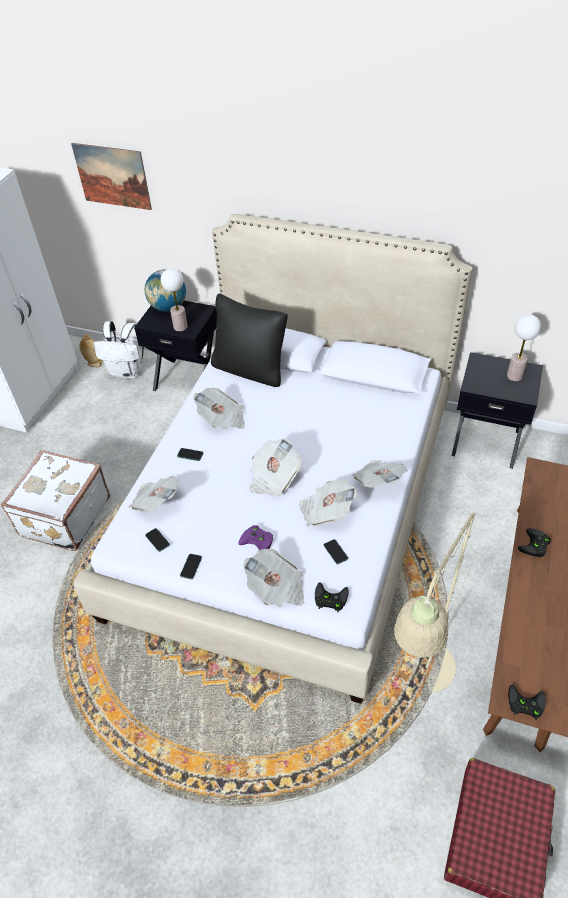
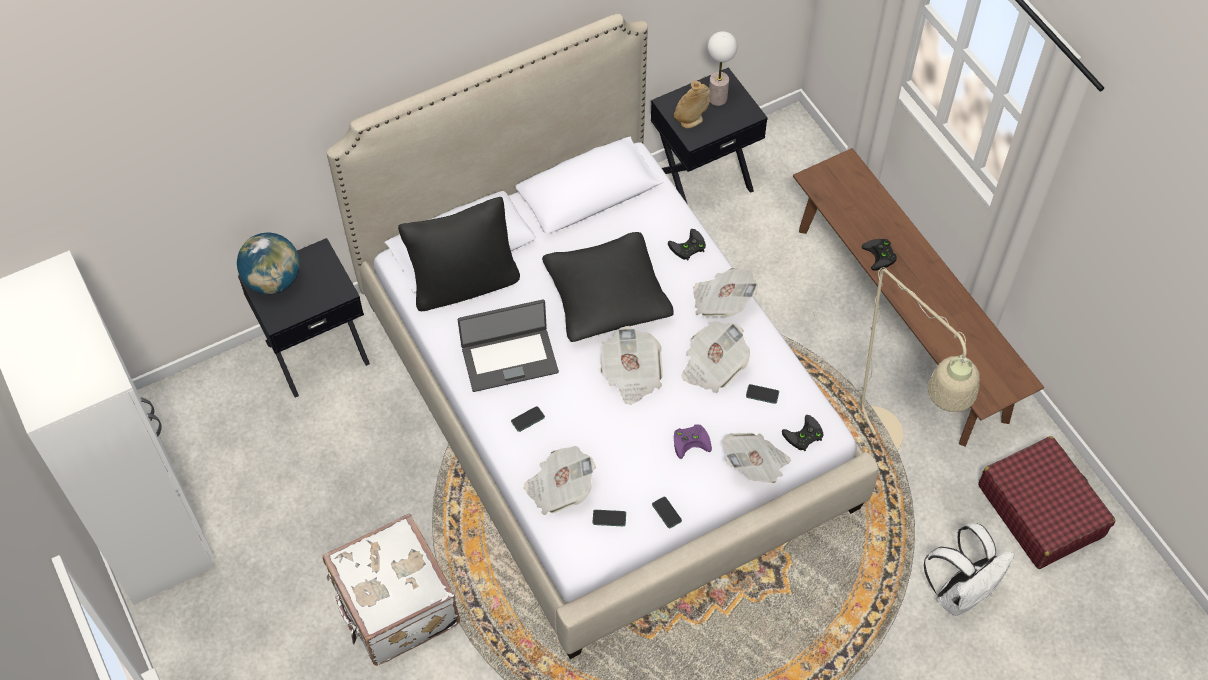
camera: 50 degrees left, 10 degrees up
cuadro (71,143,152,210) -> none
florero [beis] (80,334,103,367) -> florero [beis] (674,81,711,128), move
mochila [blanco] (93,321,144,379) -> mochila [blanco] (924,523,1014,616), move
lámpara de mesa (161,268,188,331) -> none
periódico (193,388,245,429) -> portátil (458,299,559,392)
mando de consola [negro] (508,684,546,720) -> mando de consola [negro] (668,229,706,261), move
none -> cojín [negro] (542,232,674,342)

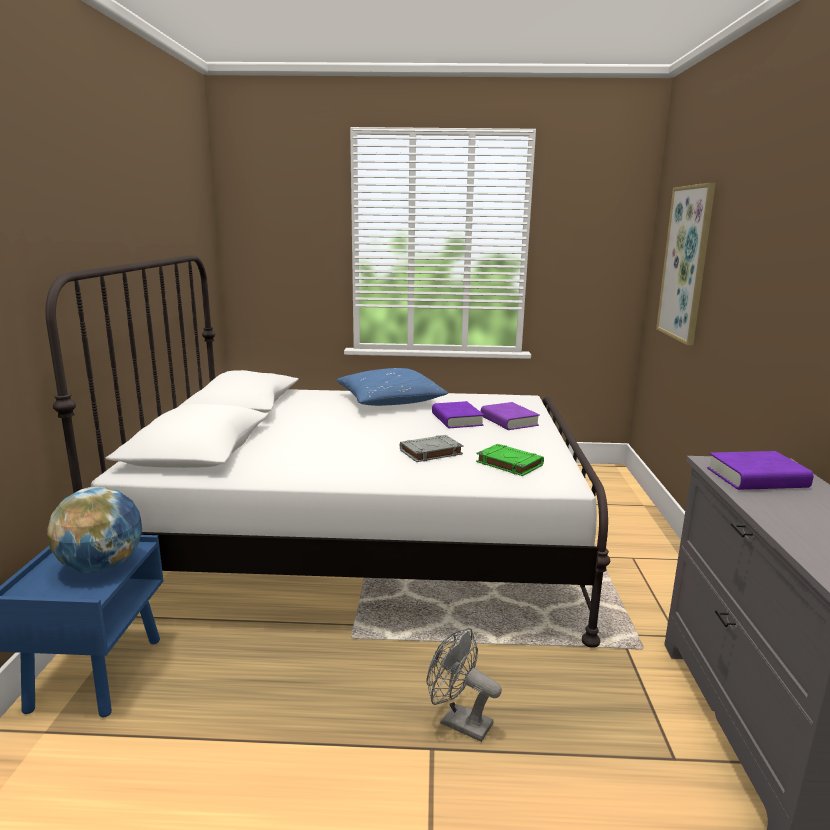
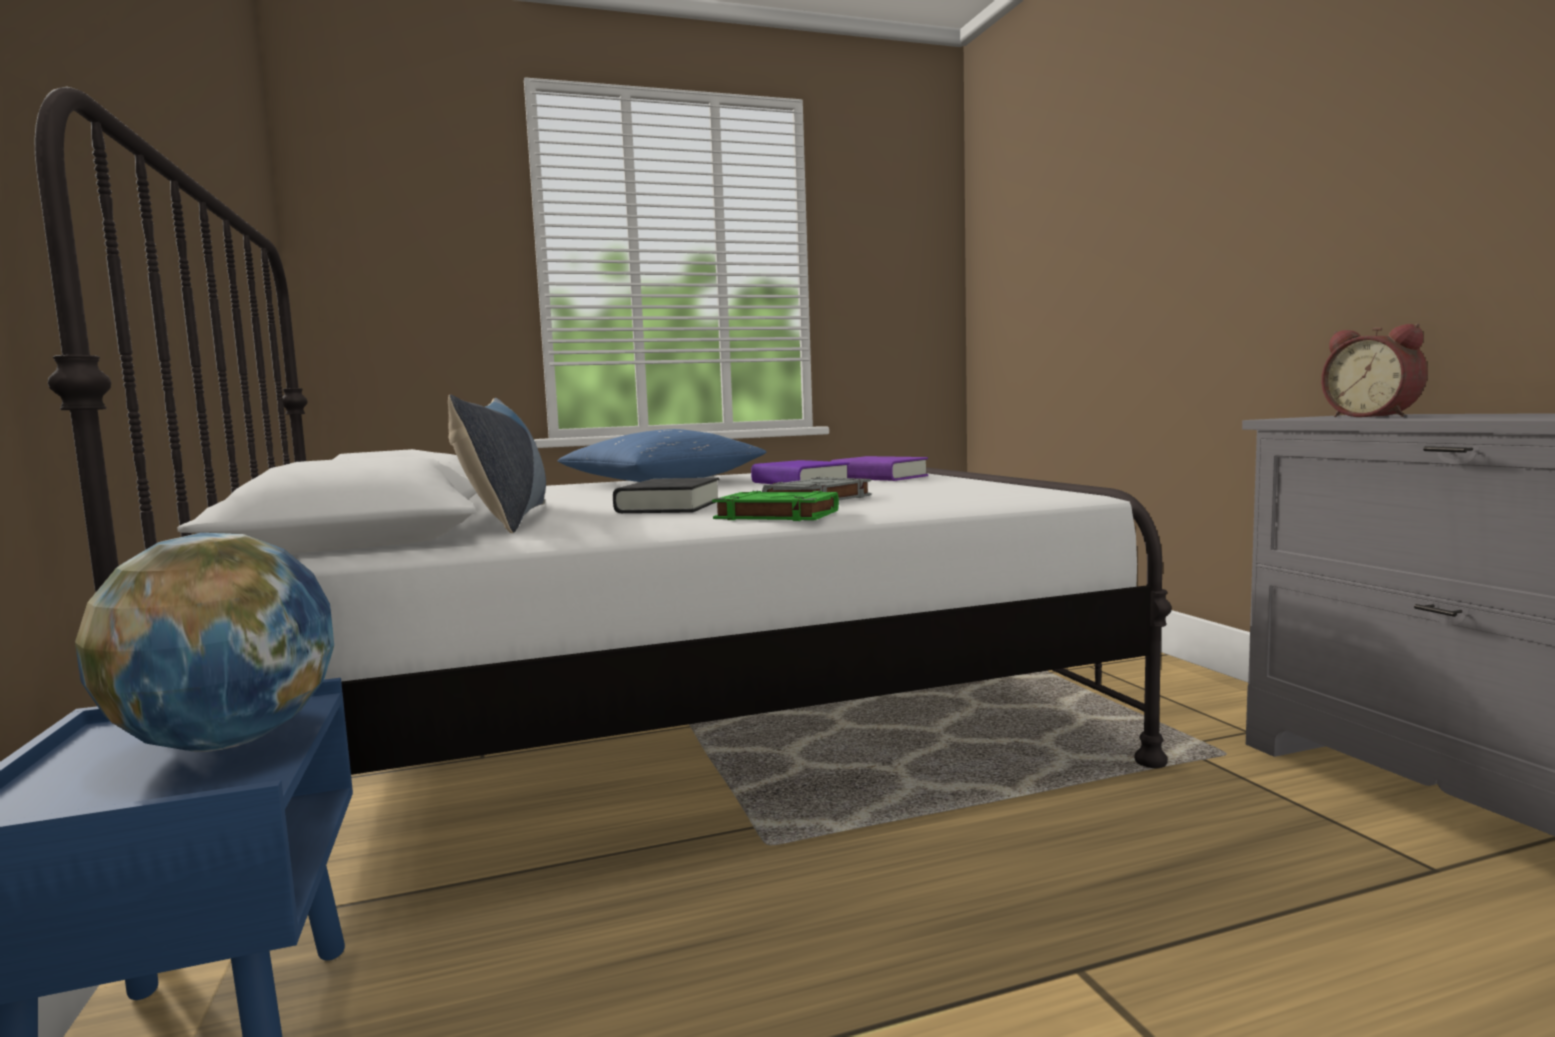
camera: 20 degrees left, 10 degrees down
ventilador [gris] (426,628,502,742) -> none
libro [verde] (476,444,544,476) -> libro [verde] (712,490,839,521), move
cuadro (656,183,716,346) -> none
libro [morado] (707,451,813,490) -> despertador (1321,323,1428,417)
none -> cojín (448,394,546,533)
none -> libro [negro] (613,477,719,513)

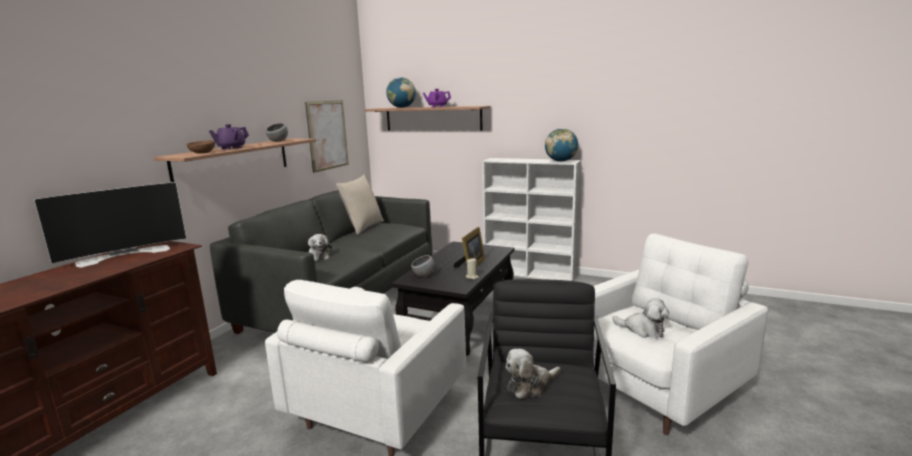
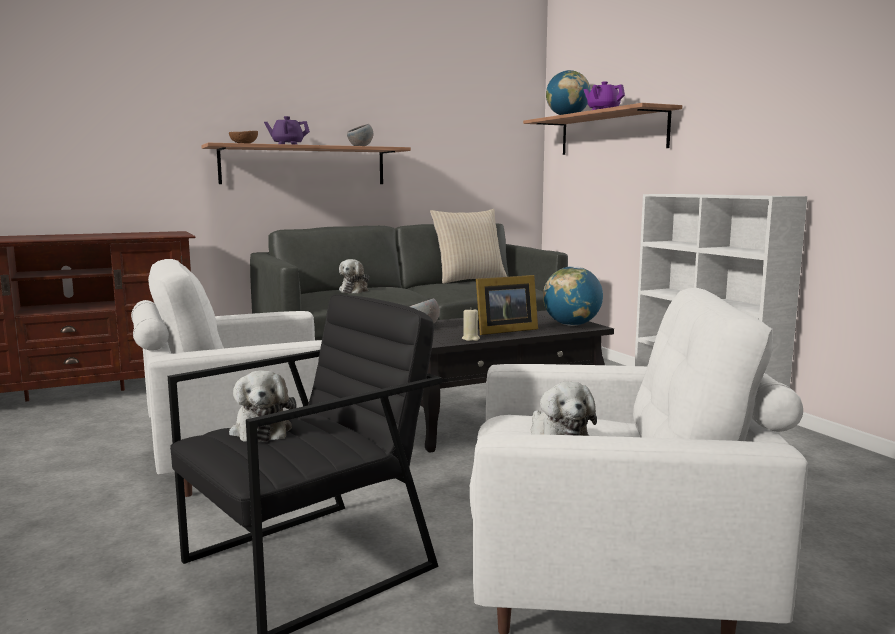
camera: 40 degrees right, 5 degrees down
televisor (34,182,187,268) -> none
cuadro (305,100,349,173) -> none
peluche (506,349,561,399) -> peluche (229,370,296,442), 120 degrees counterclockwise
globo terráqueo (545,128,578,162) -> globo terráqueo (543,266,603,326), move

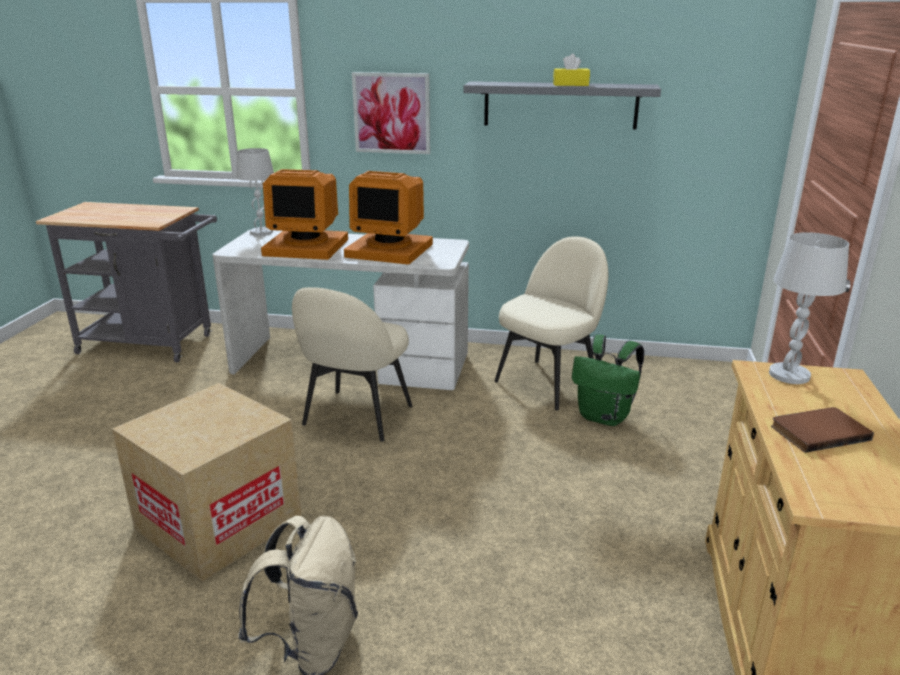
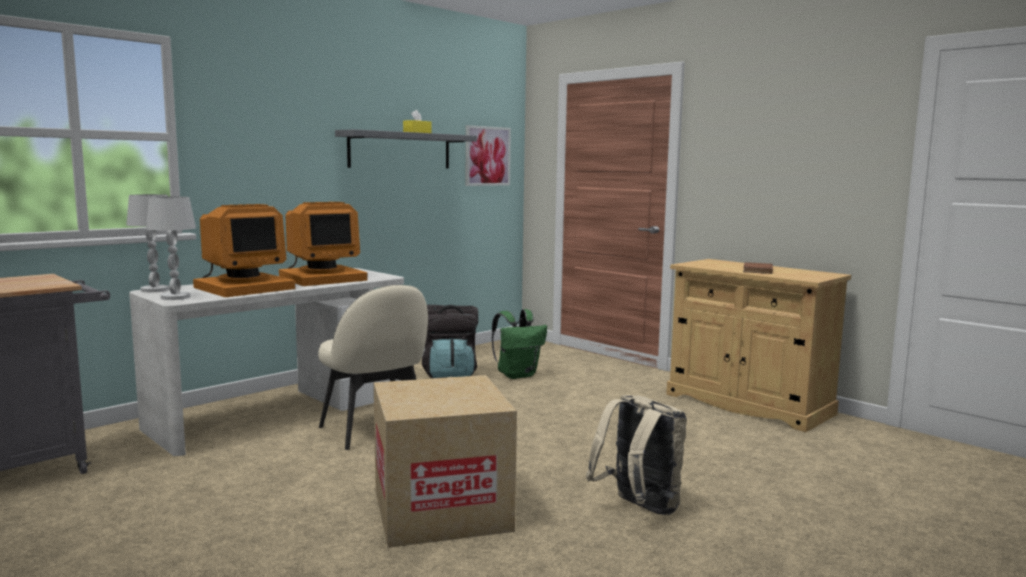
camera: 55 degrees left, 15 degrees down
cuadro (352,72,430,154) -> cuadro (466,125,511,186), move
silla [beis] (494,237,608,410) -> mochila [negro] (422,305,478,378)
lámpara de mesa [blanco] (769,232,849,384) -> lámpara de mesa [blanco] (146,197,196,300), move

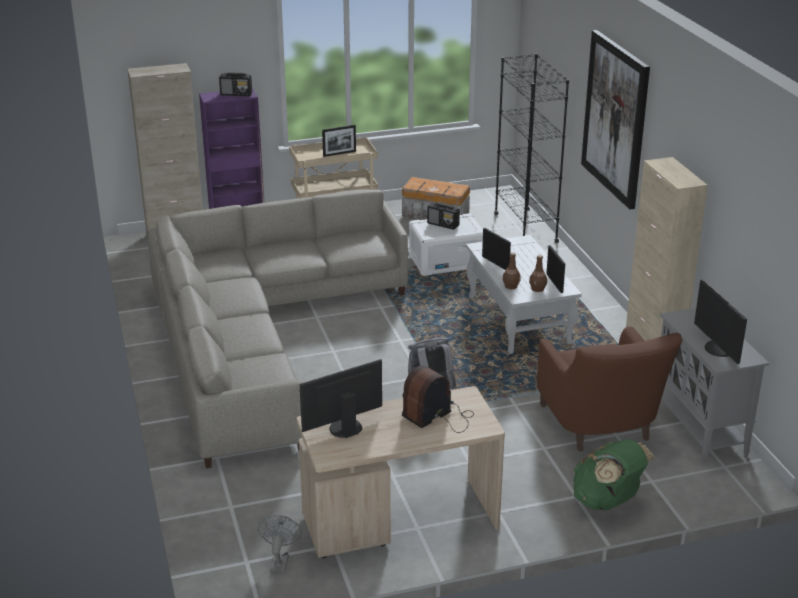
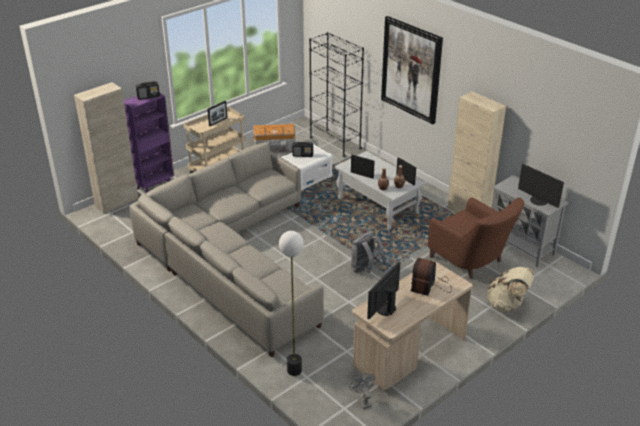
camera: 25 degrees left, 5 degrees up
mochila [verde] (574,439,655,510) -> mochila [beis] (487,267,534,312)
none -> lámpara de pie (279,231,304,376)

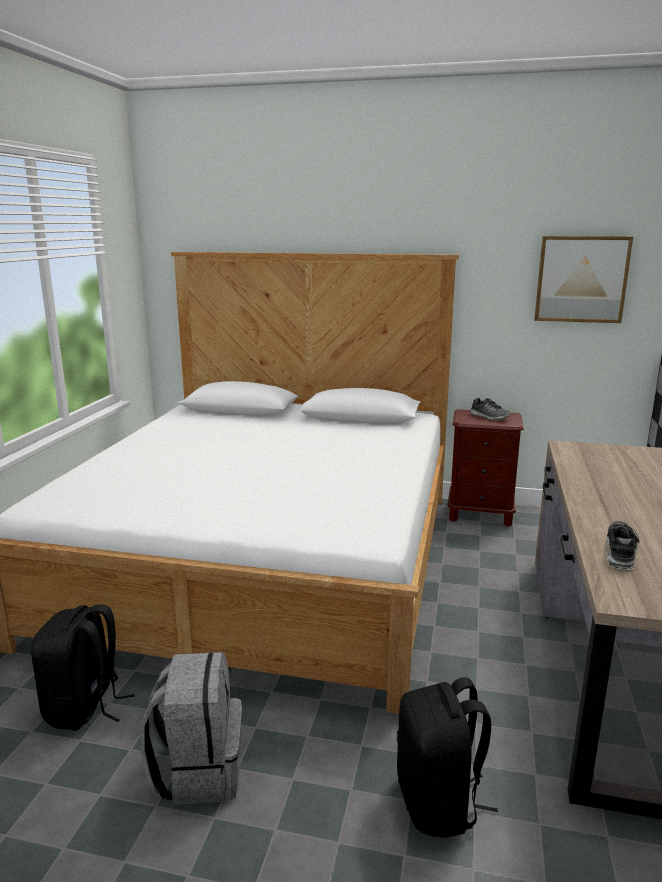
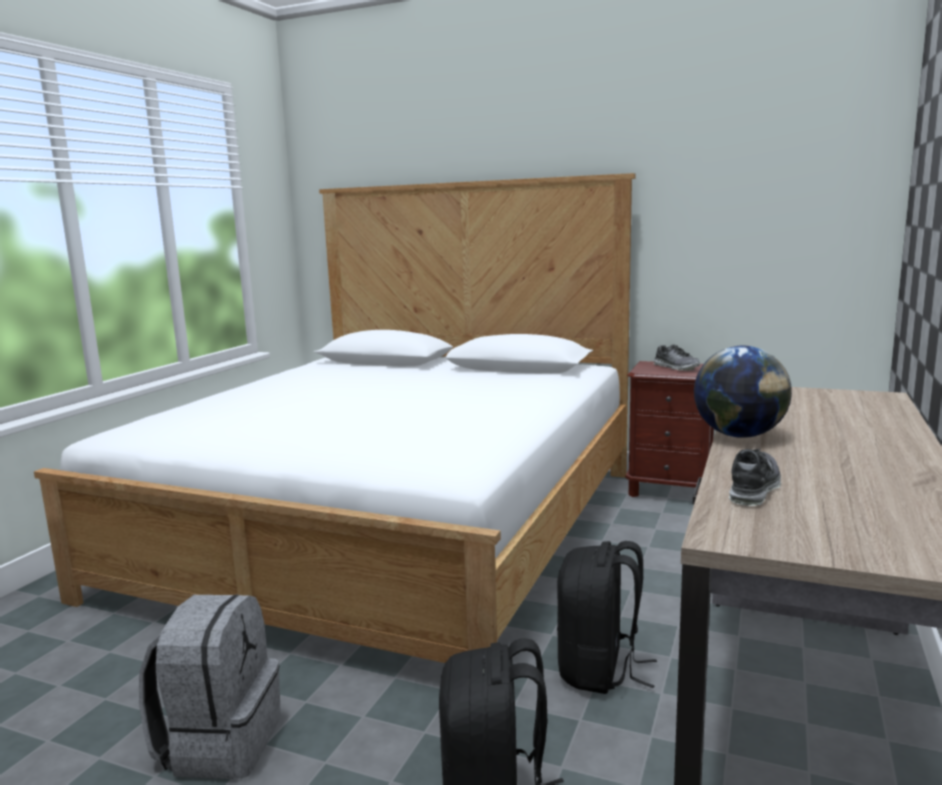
camera: 10 degrees right, 5 degrees down
mochila [negro] (31,604,135,731) -> mochila [negro] (557,541,657,694), move
cuadro (534,236,633,323) -> none
none -> globo terráqueo (694,346,792,438)

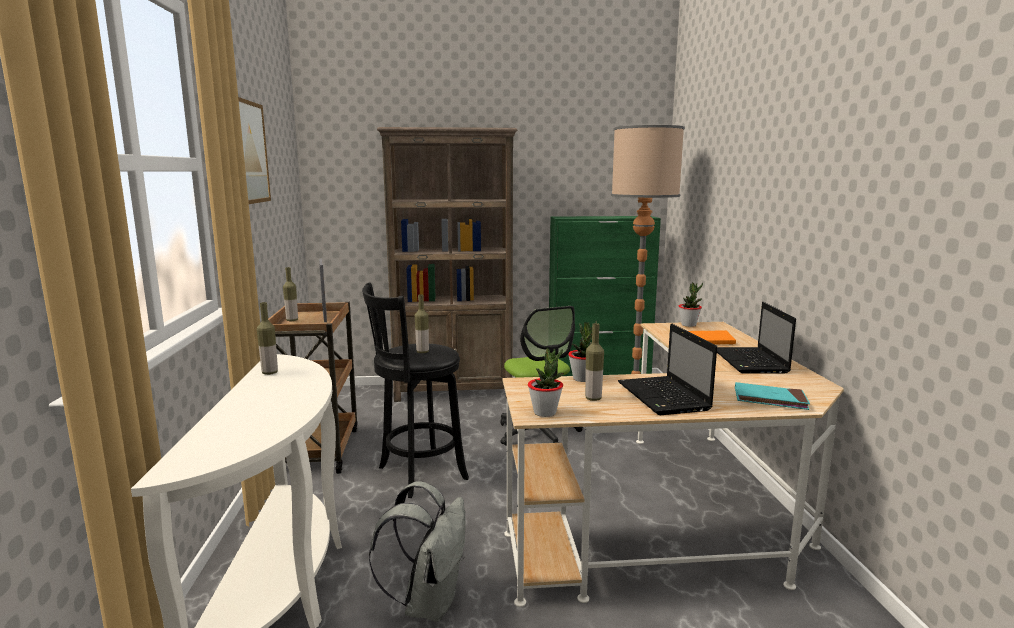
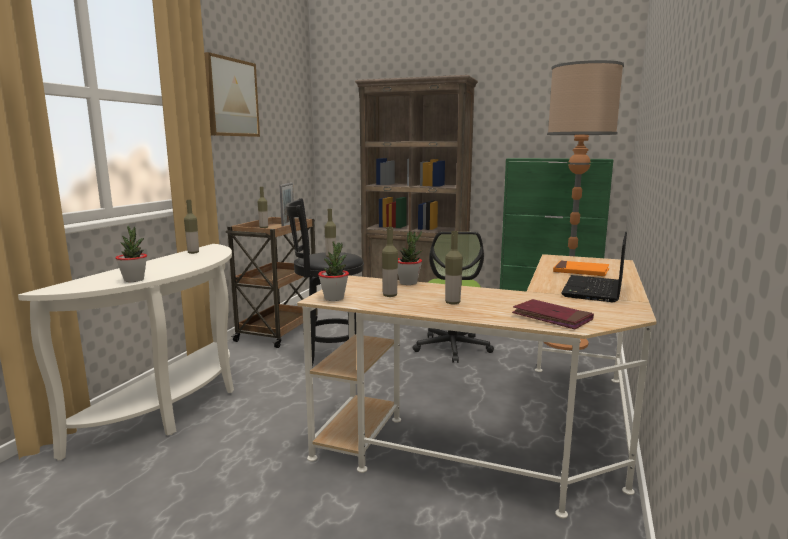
camera: 25 degrees right, 0 degrees up
mochila [gris] (369,481,466,622) -> none
portátil (618,324,717,415) -> botella (445,231,463,305)
planta en maceta (679,283,703,327) -> planta en maceta (115,226,147,282), move
libro [turquesa] (735,382,810,410) -> libro [rojo] (512,299,594,330)

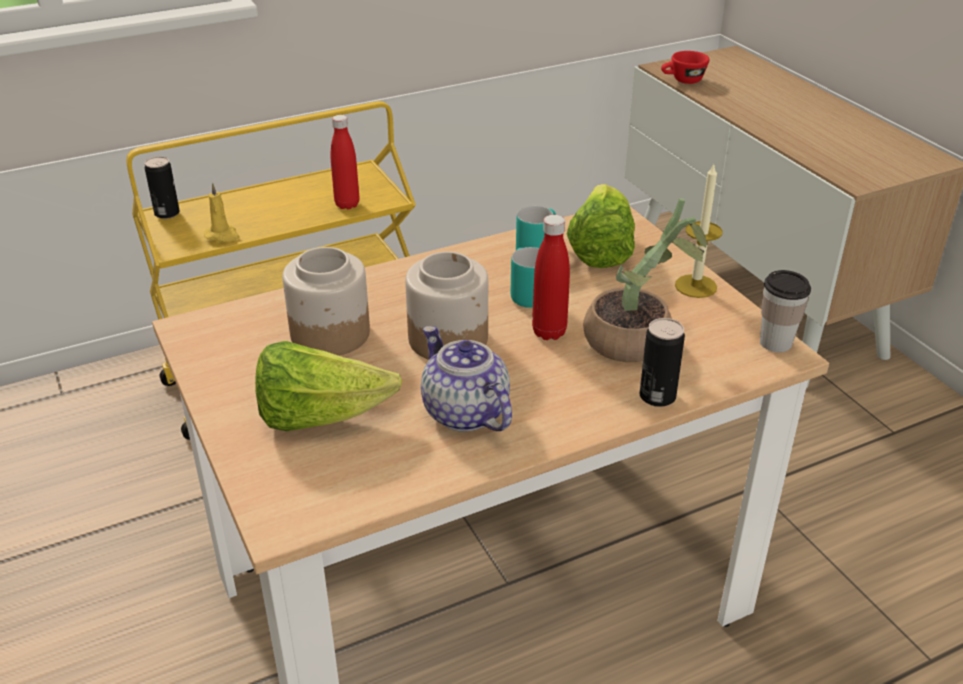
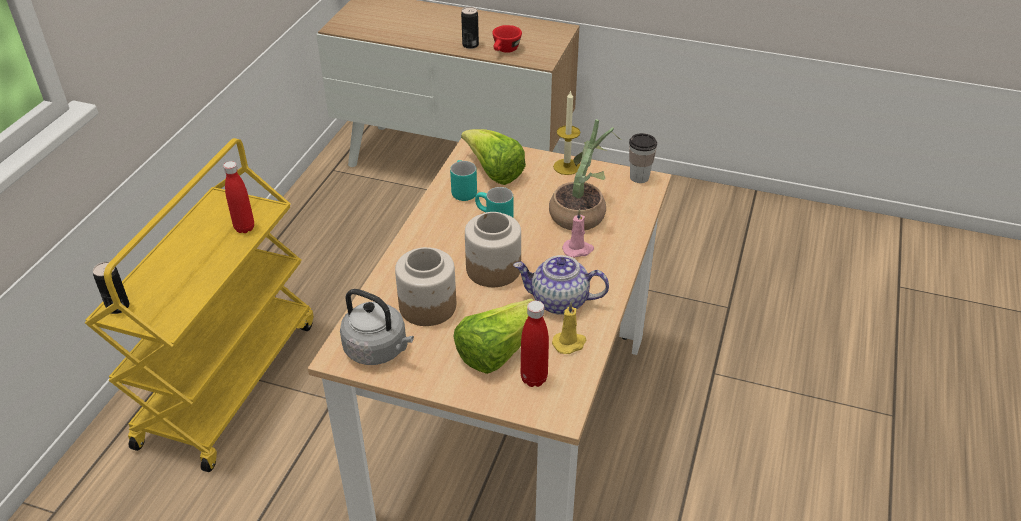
camera: 45 degrees left, 5 degrees up
vela [amarillo] (204,183,240,242) -> vela [amarillo] (552,302,586,354), move
botella [rojo] (532,215,570,340) -> botella [rojo] (520,301,549,387), move
lata (639,318,685,407) -> lata (461,7,479,49), move
taza [rojo] (661,51,710,84) -> taza [rojo] (492,25,522,53), move
none -> hervidor [gris] (340,289,414,365)
none -> vela [rosa] (562,209,594,258)

